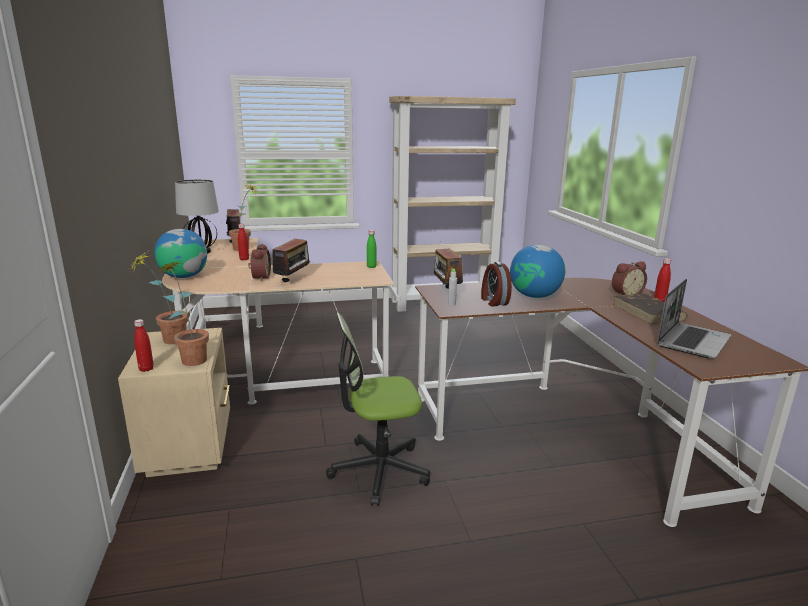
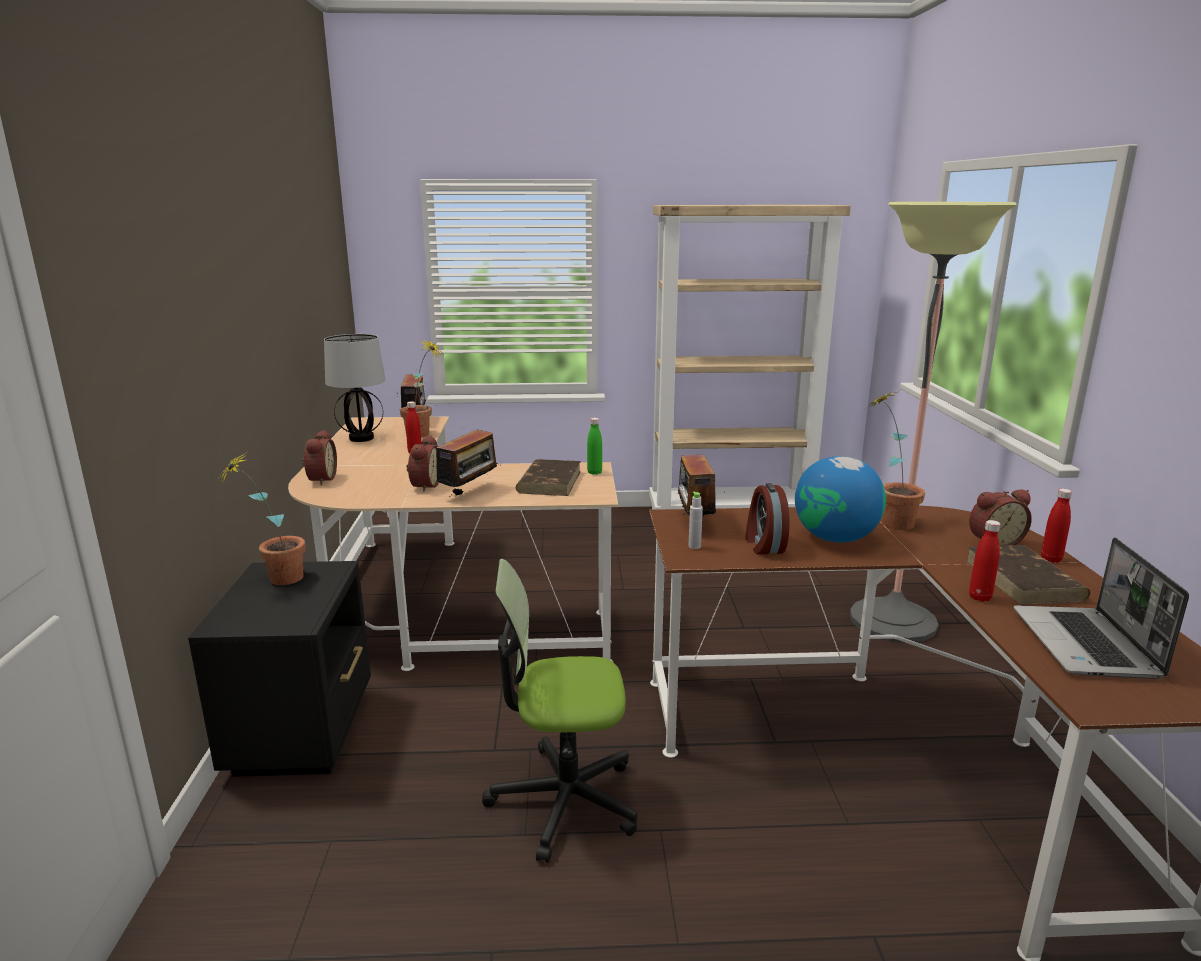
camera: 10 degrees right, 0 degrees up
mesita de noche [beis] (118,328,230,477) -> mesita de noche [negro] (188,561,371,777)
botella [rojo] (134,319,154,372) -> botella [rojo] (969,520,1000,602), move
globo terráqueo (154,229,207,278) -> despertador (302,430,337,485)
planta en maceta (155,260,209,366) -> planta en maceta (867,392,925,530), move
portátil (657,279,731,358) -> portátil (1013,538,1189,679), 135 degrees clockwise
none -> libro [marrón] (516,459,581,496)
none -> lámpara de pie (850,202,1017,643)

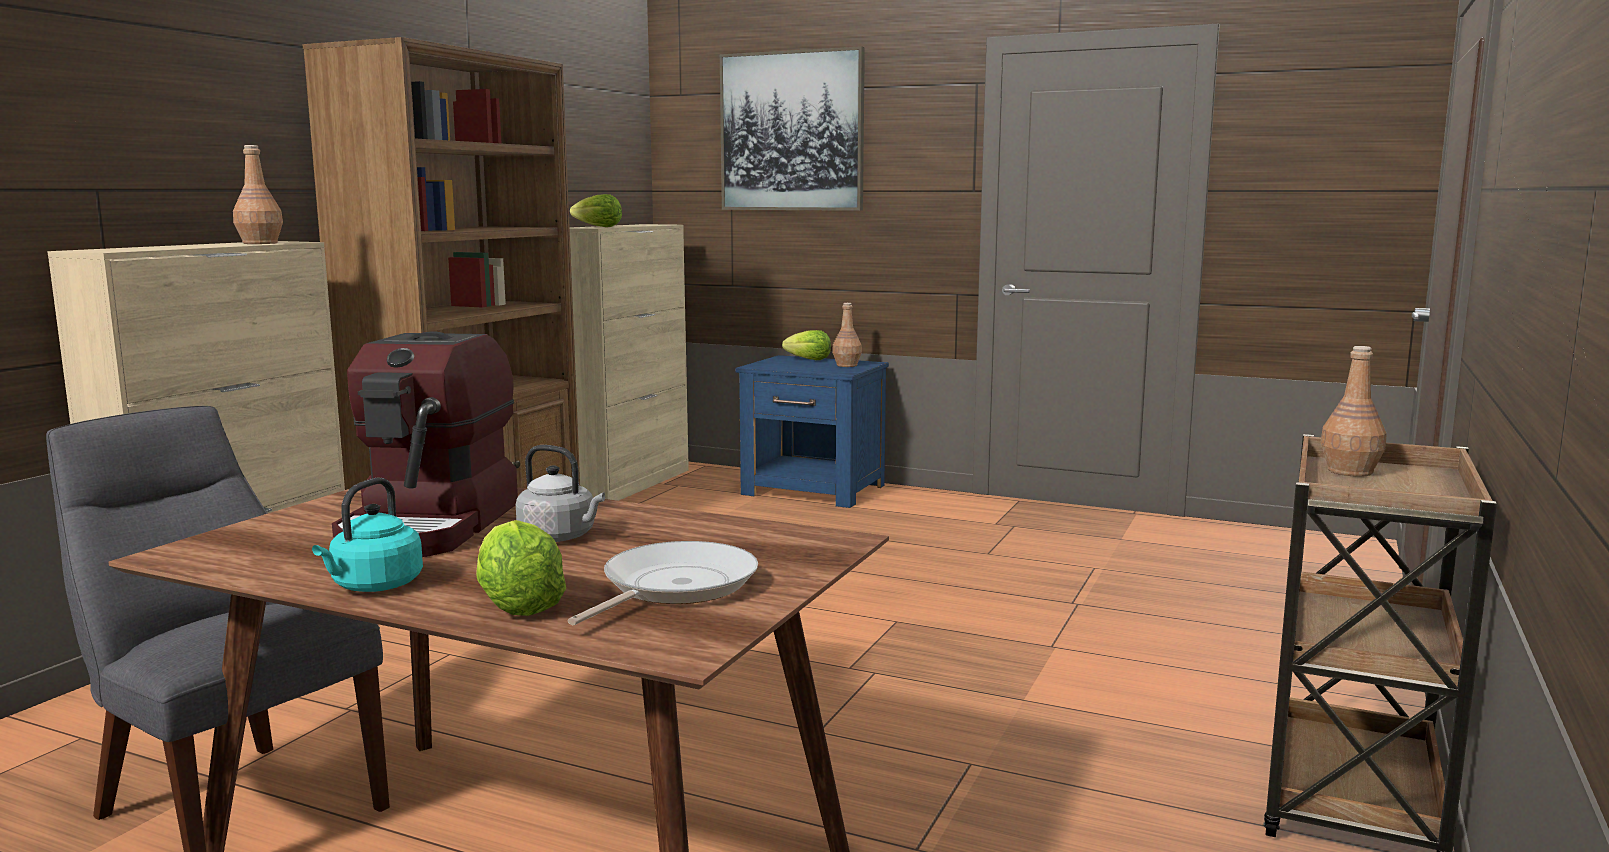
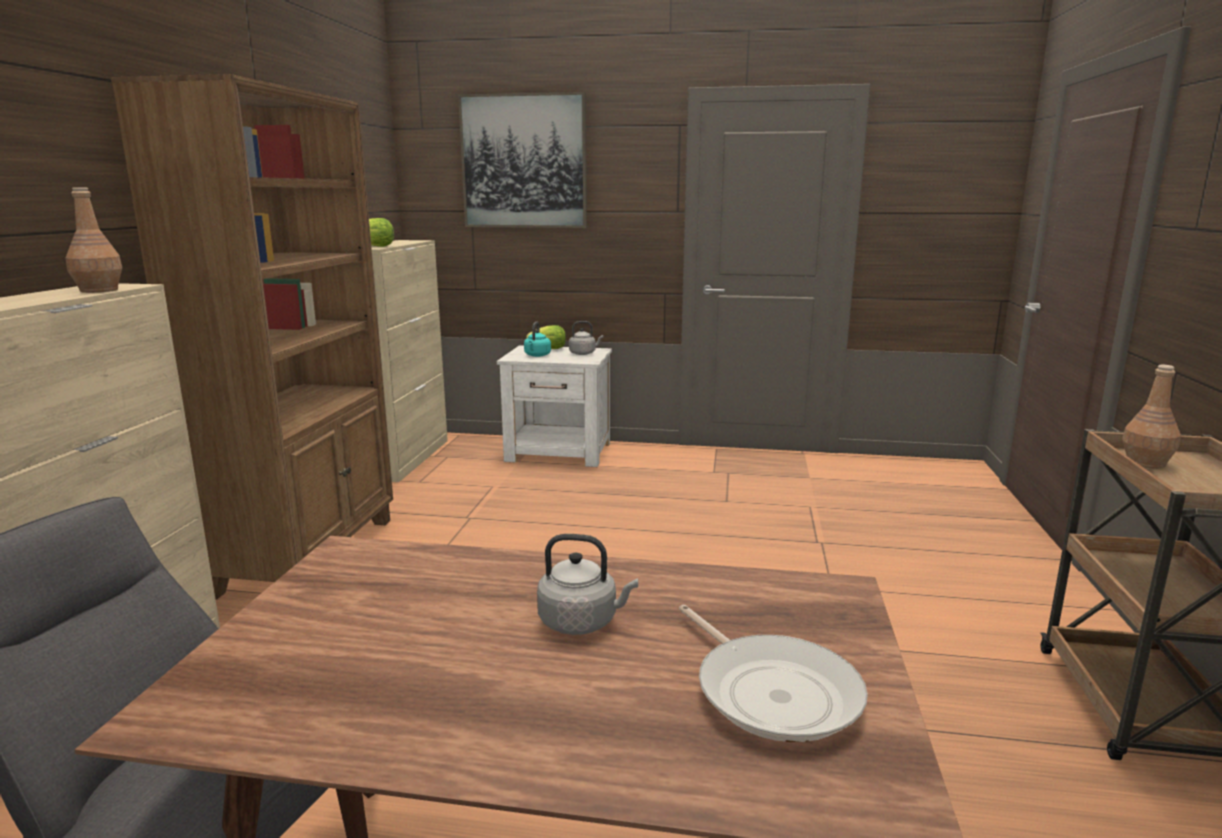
camera: 15 degrees left, 5 degrees up
hervidor [turquesa] (312,478,423,592) -> hervidor [turquesa] (524,322,551,357), move
cafetera (332,332,518,557) -> none
lechuga (476,520,566,616) -> none
sartén (568,541,758,625) -> sartén (679,605,868,742), 135 degrees clockwise
mesita de noche [azul] (735,355,889,508) -> mesita de noche [blanco] (497,345,612,467)
botella [marrón] (832,303,862,367) -> hervidor [gris] (569,321,603,355)

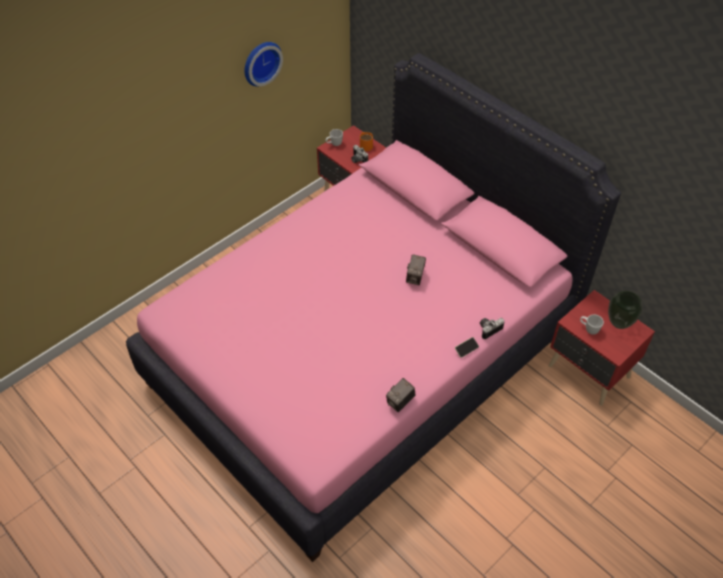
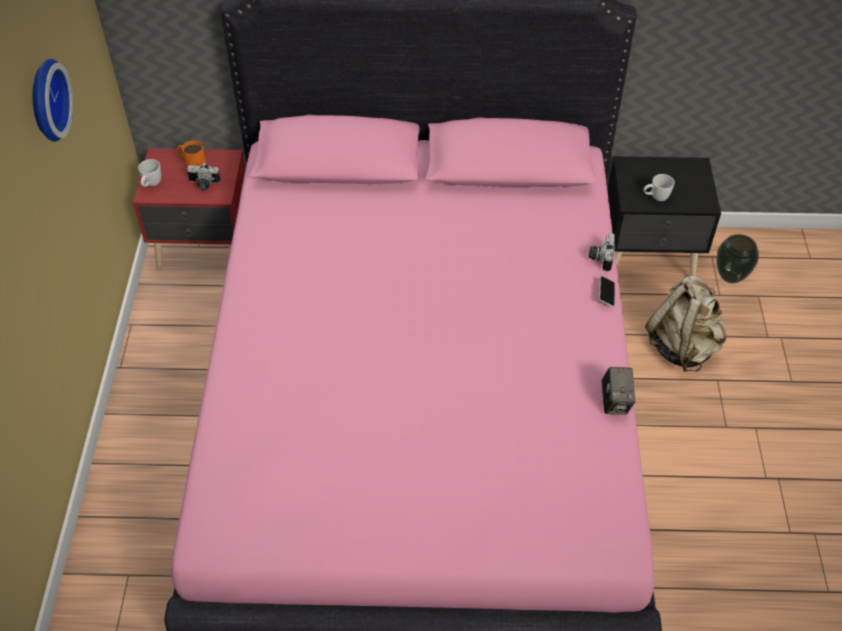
camera: 45 degrees left, 0 degrees up
cámara (406,254,426,285) -> none
mesita de noche [rojo] (548,290,655,406) -> mesita de noche [negro] (607,156,721,276)
florero (608,291,643,329) -> florero (716,234,759,283), move
none -> mochila [beis] (645,276,727,372)

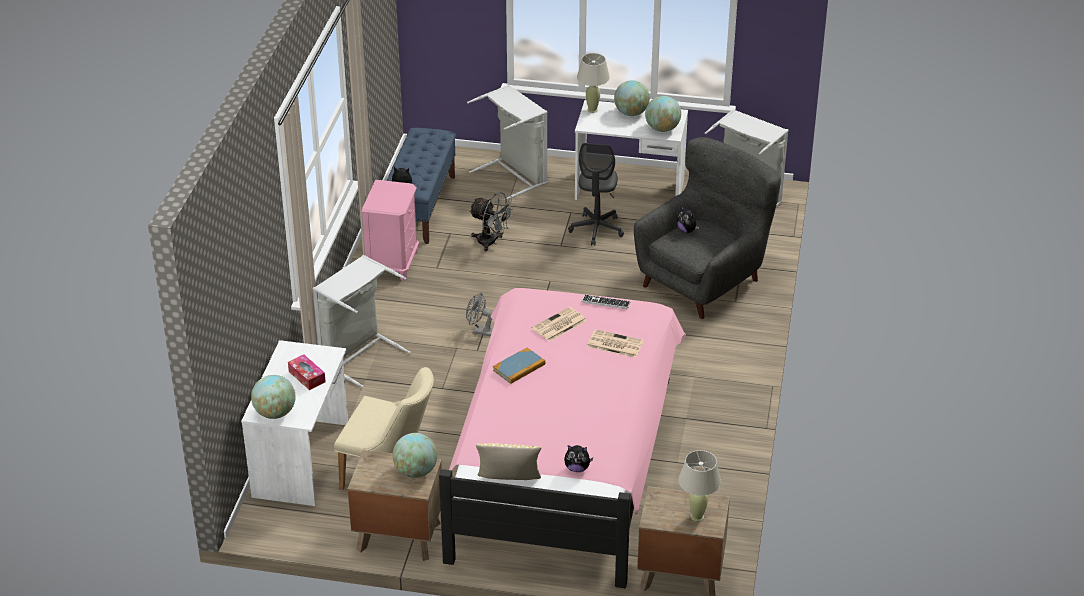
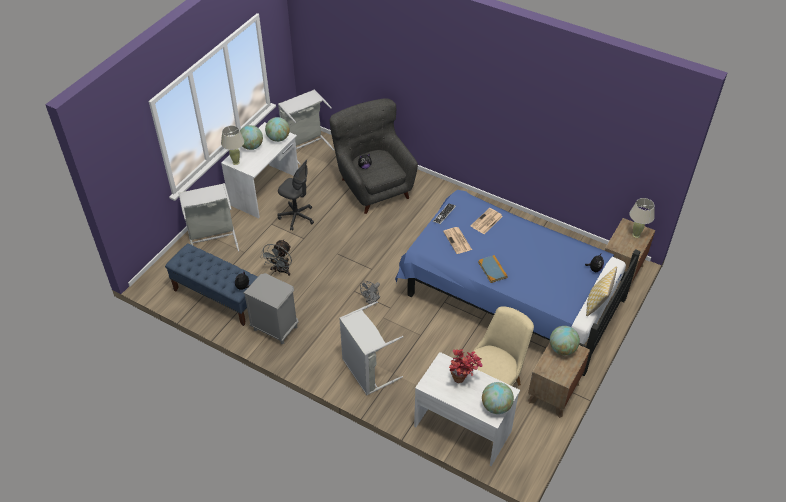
camera: 70 degrees left, 10 degrees up
caja de pañuelos (288,354,326,390) -> planta en maceta (449,349,482,383)
mesita de noche [rosa] (362,180,419,281) -> mesita de noche [gris] (244,273,298,344)
cama [rosa] (439,288,686,588) -> cama [azul] (395,190,640,376)
ventilador [gris] (469,192,515,251) -> ventilador [gris] (260,239,292,276), 150 degrees clockwise

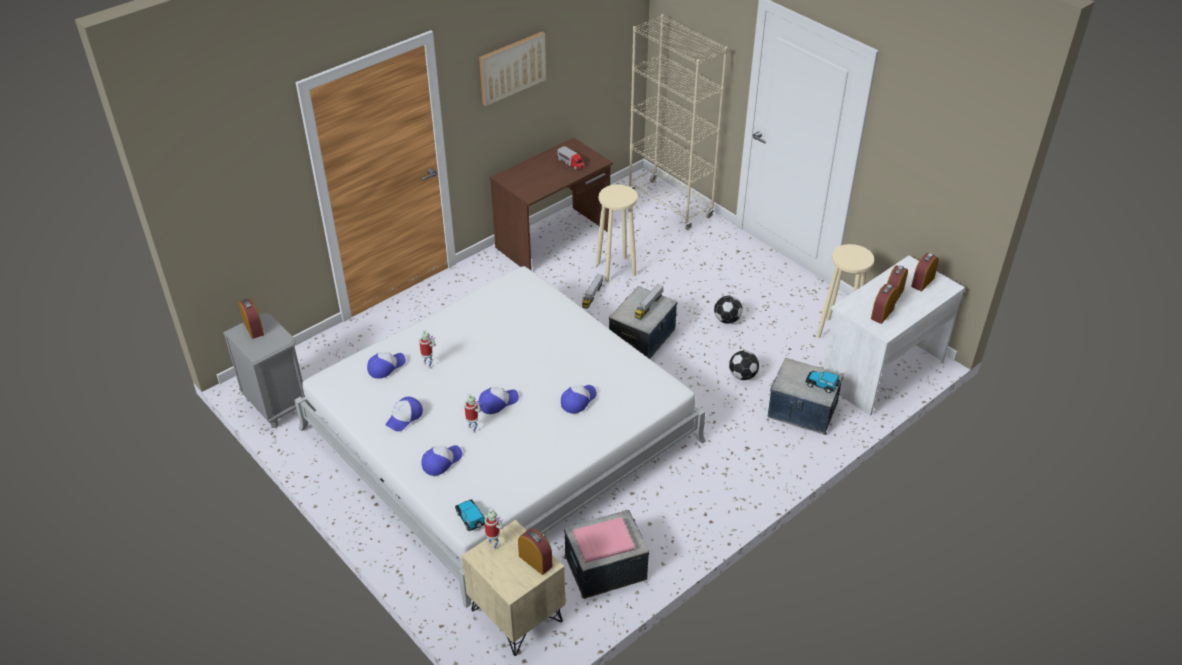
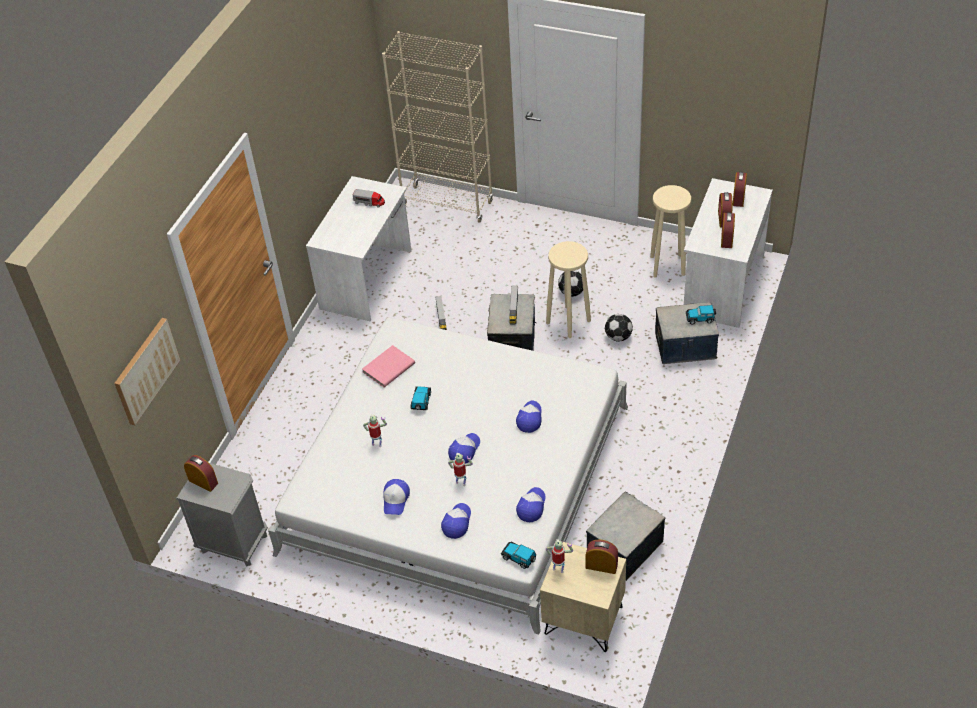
camera: 25 degrees left, 5 degrees up
gorra (367,352,406,379) -> gorra (516,487,545,522), move
cuadro (479,32,546,106) -> cuadro (114,318,180,425), move
escritorio [marrón] (490,138,613,271) -> escritorio [blanco] (306,176,412,321)
libro [rosa] (573,517,635,563) -> libro [rosa] (362,345,415,387), move
taburete [beis] (596,184,638,282) -> taburete [beis] (546,241,591,338), move
none -> coche de juguete (411,386,431,410)

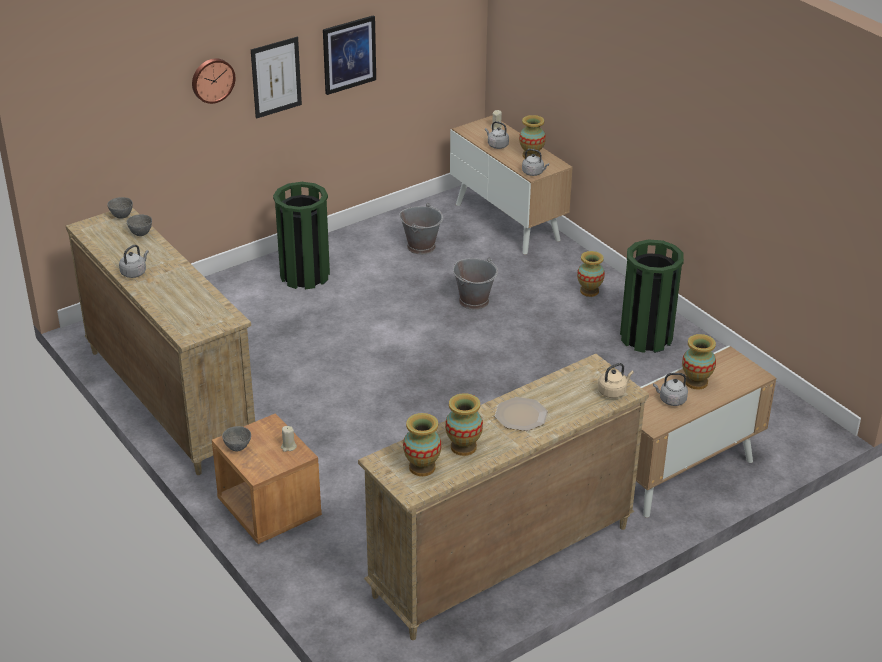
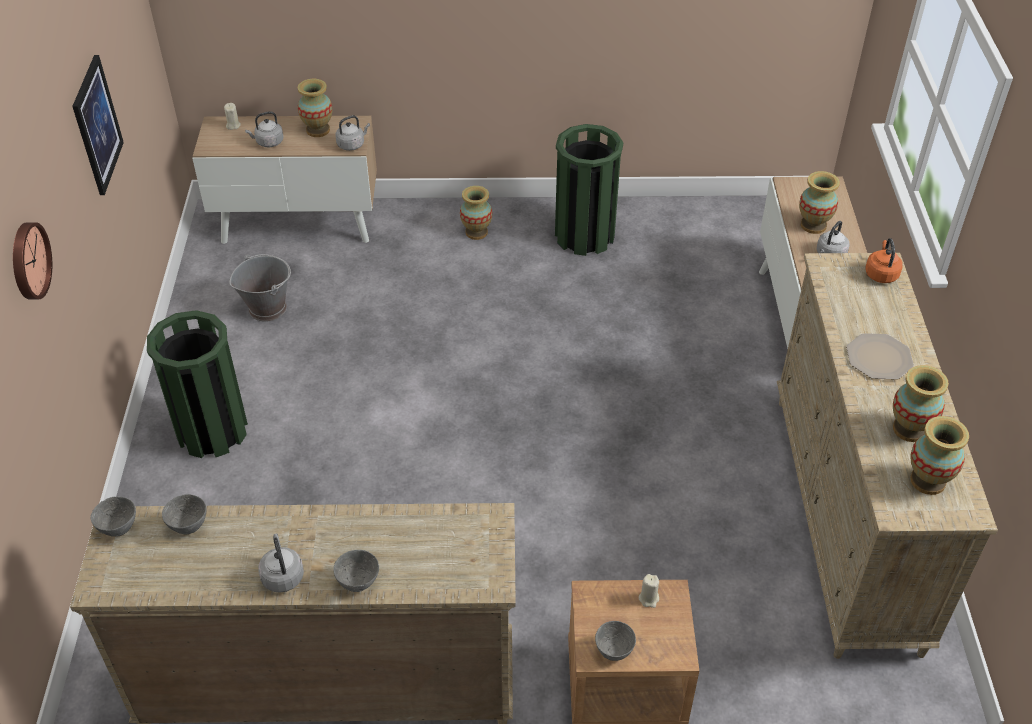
camera: 55 degrees left, 10 degrees up
cuadro (251,37,302,119) -> none
cubo [gris] (453,257,498,310) -> none
hervidor [beis] (598,363,634,398) -> hervidor [naranja] (865,238,903,283)
none -> cuenco [gris] (333,550,379,592)

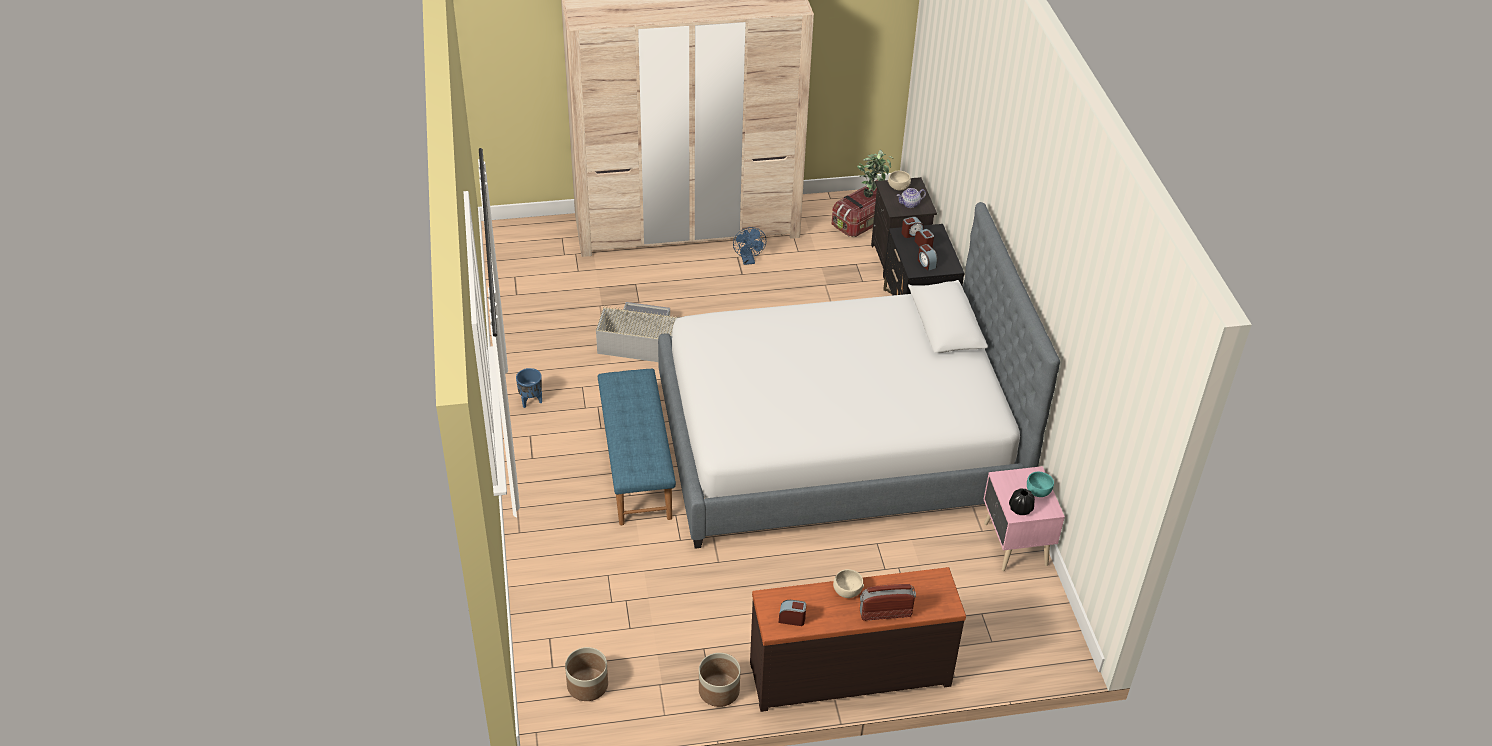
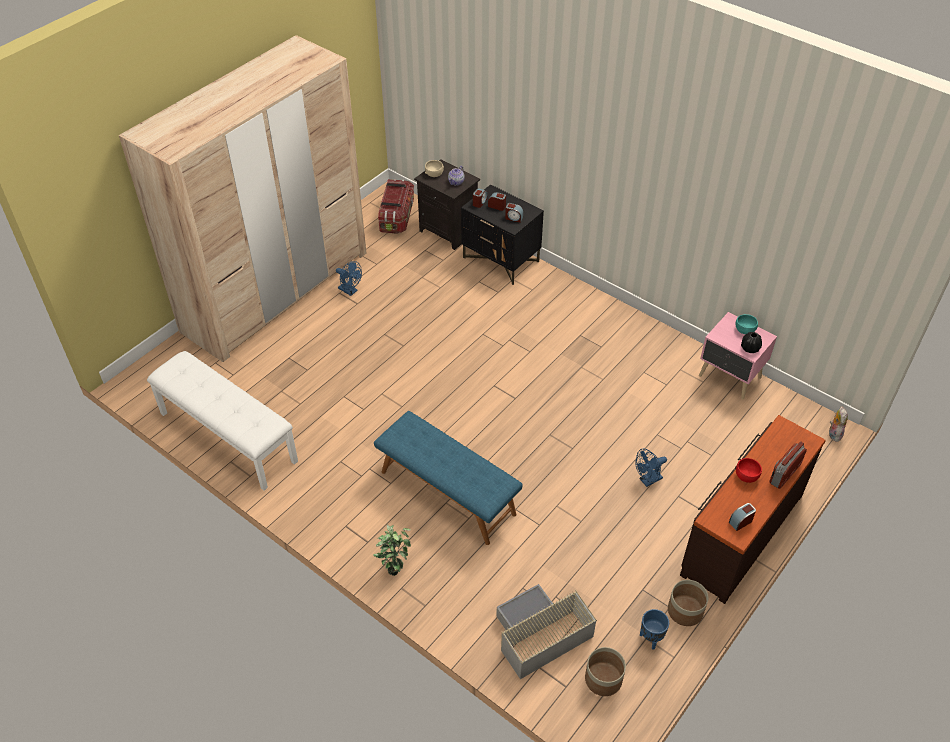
camera: 40 degrees left, 5 degrees up
maceta [azul] (516,368,542,408) -> maceta [azul] (640,609,669,650), move
caja de almacenaje [gris] (596,302,682,362) -> caja de almacenaje [gris] (496,584,597,679), move
cama (658,202,1060,549) -> none
cuenco [beis] (833,569,864,598) -> cuenco [rojo] (736,458,762,483)
planta en maceta (857,150,893,198) -> planta en maceta (373,525,411,576), move
none -> banco [blanco] (147,351,298,491)
none -> ventilador [azul] (635,449,667,487)
none -> peluche (829,406,848,442)

